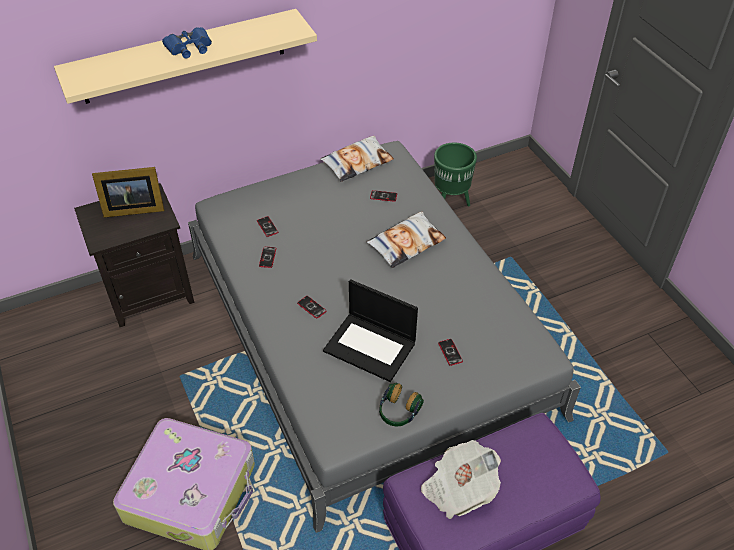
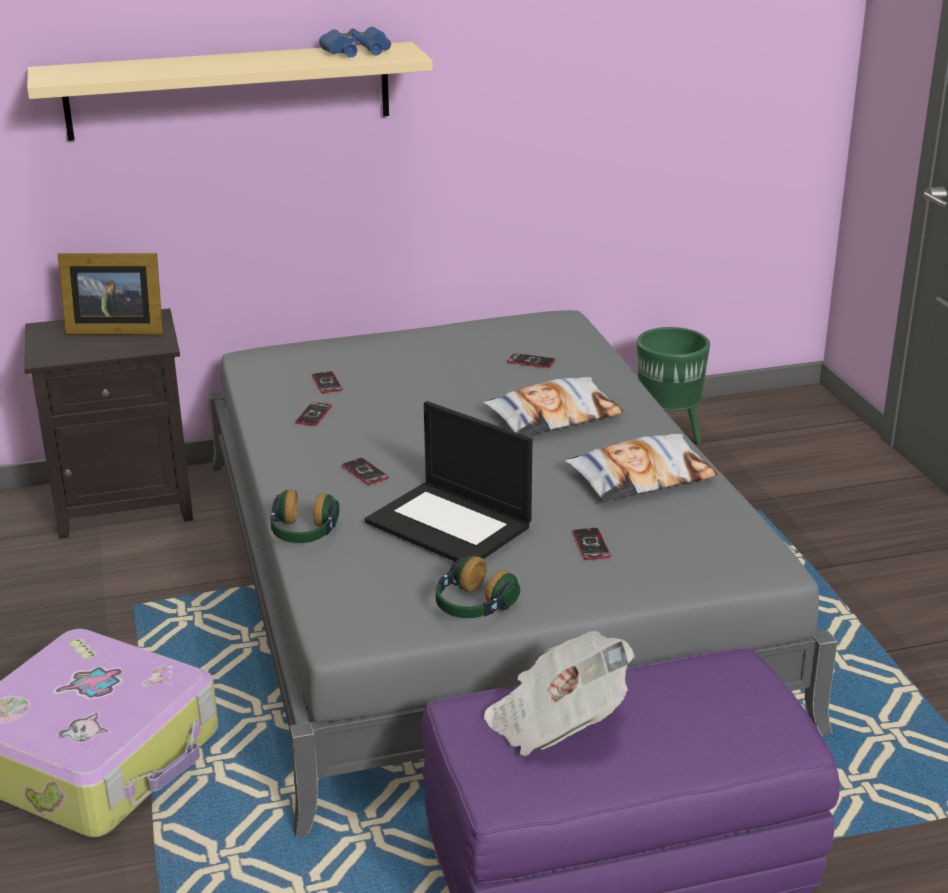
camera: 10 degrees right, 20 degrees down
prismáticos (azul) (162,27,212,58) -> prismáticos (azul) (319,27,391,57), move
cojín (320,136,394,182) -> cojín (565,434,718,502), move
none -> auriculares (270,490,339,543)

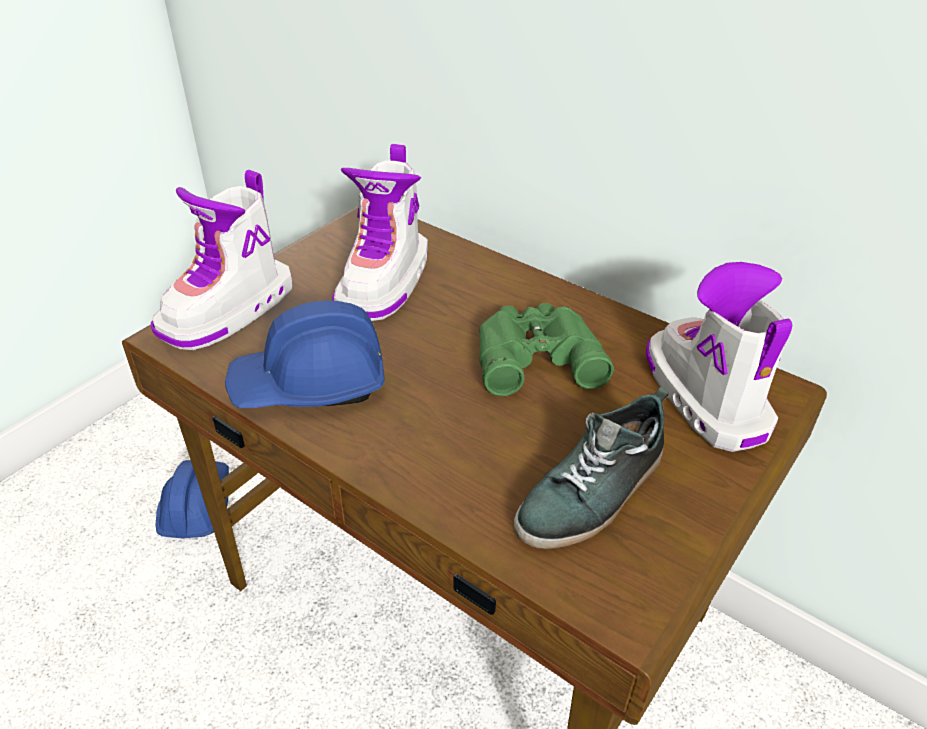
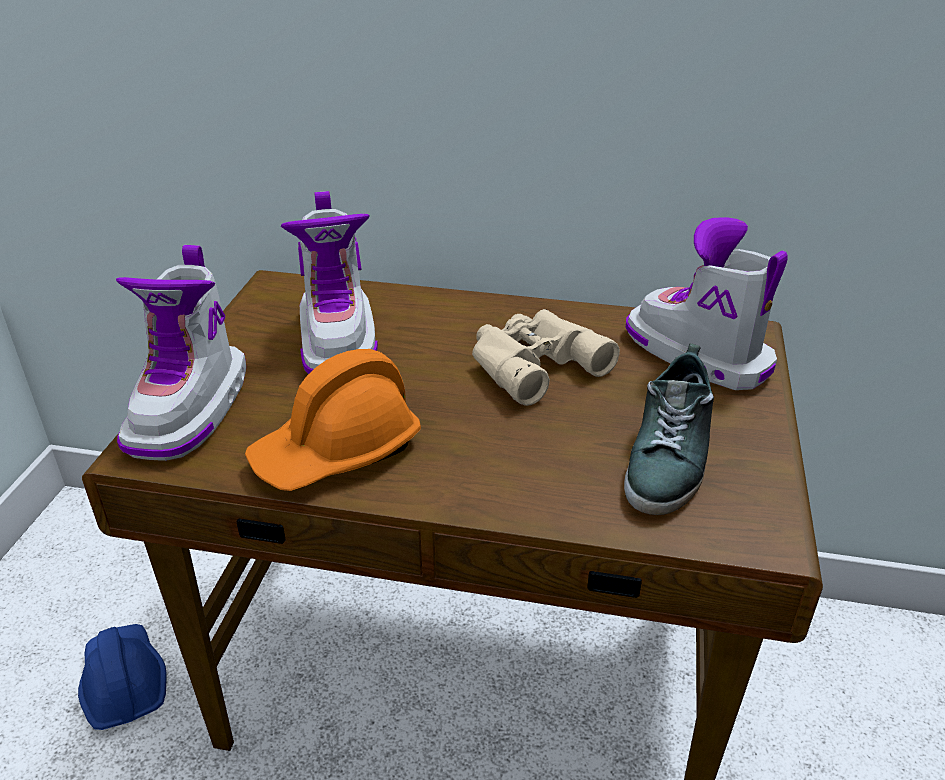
camera: 25 degrees left, 5 degrees down
casco (azul) (225,301,385,408) -> casco (naranja) (245,349,421,491)
prismáticos (verde) (479,303,614,396) -> prismáticos (beis) (472,309,620,406)

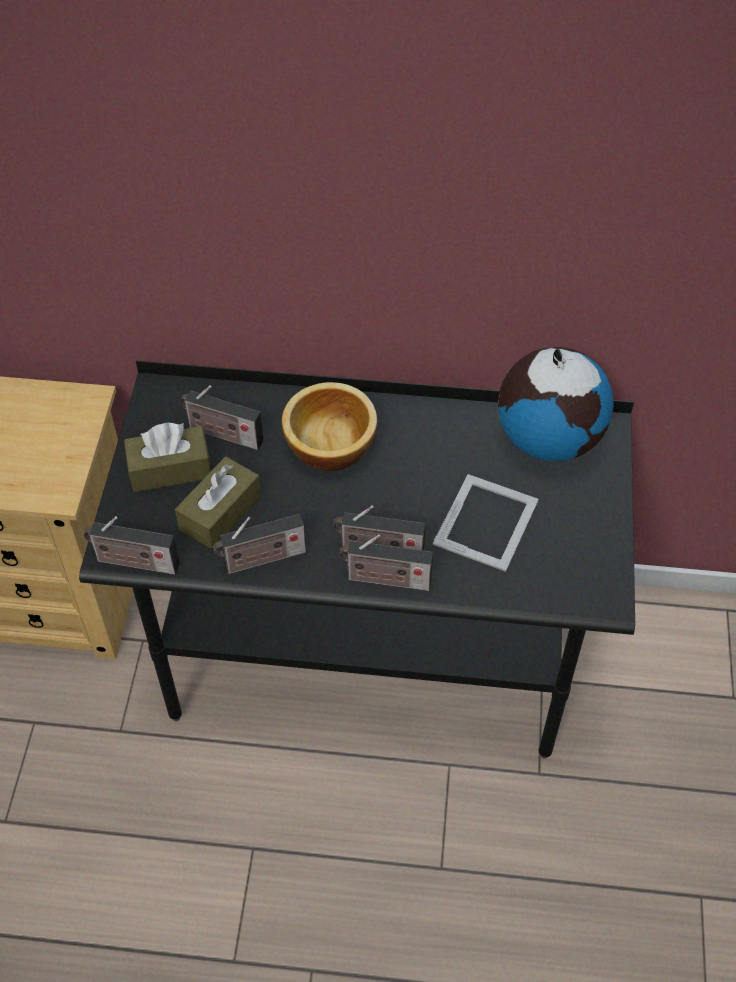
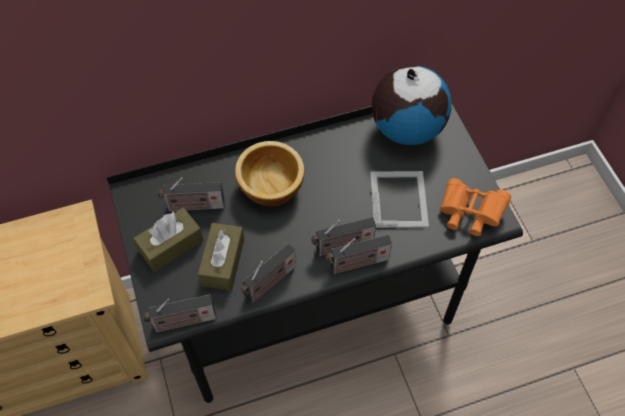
camera: 25 degrees left, 5 degrees up
none -> prismáticos (naranja) (440,178,511,236)

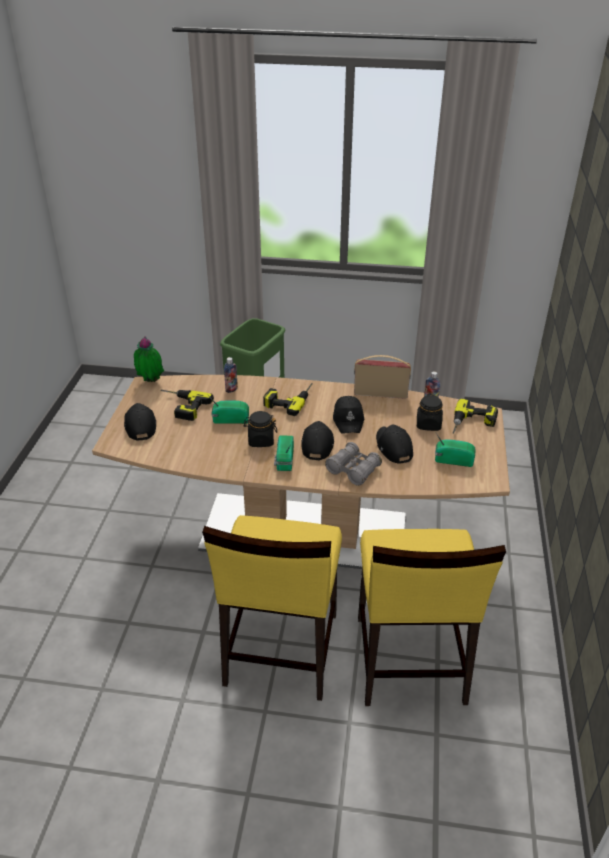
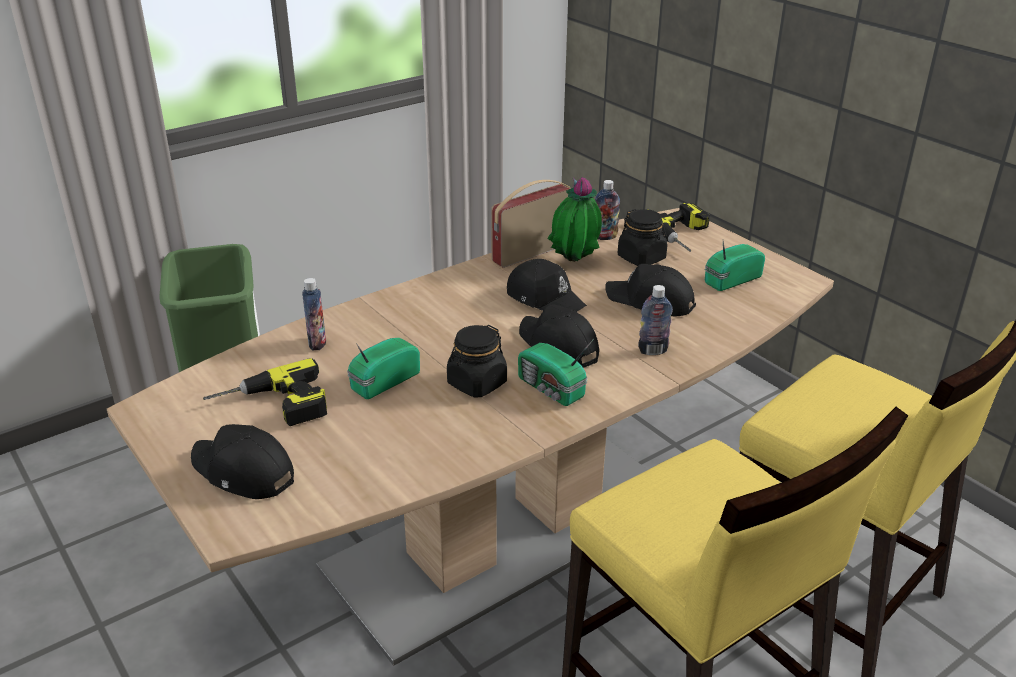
camera: 45 degrees left, 5 degrees down
planta en maceta (134,336,164,382) -> planta en maceta (547,177,602,262), move
taladro (263,383,312,416) -> none
prismáticos (gris) (325,442,382,486) -> botella (638,285,673,355)

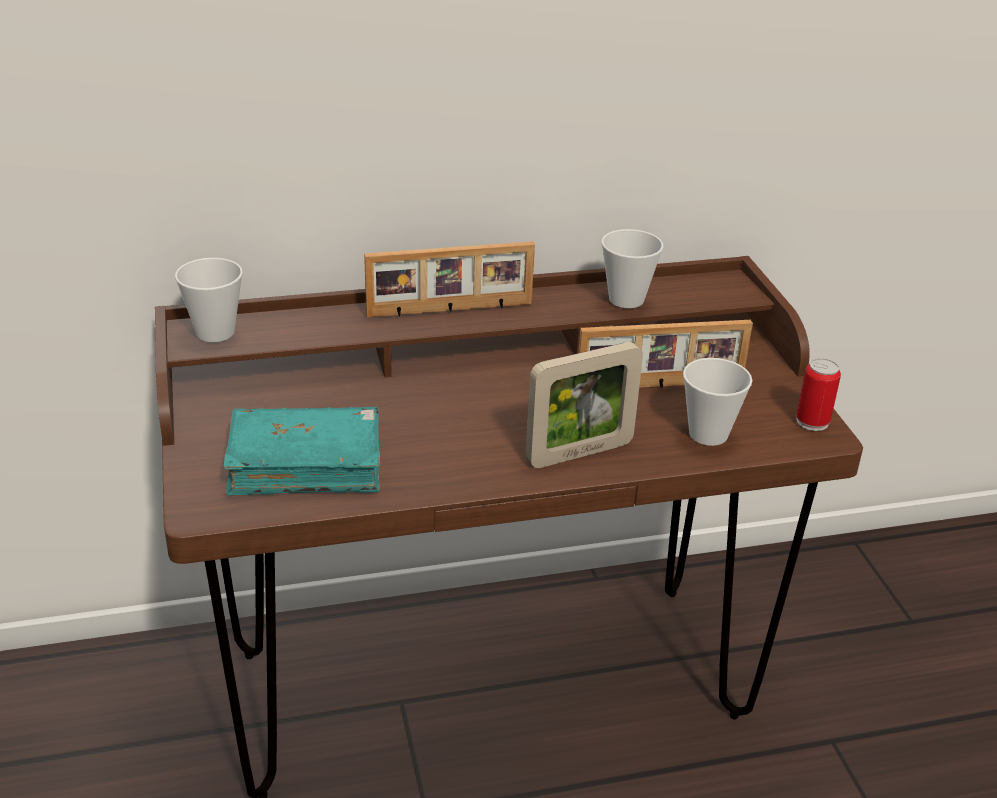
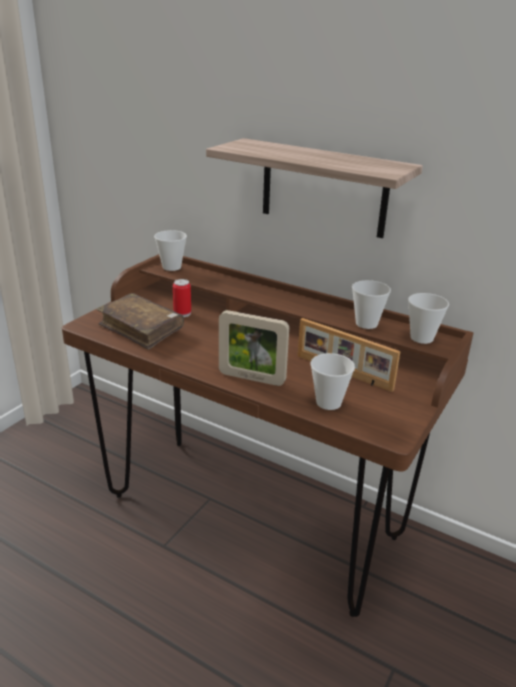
camera: 45 degrees right, 5 degrees down
portarretratos (364,242,535,317) -> none
lata (796,358,841,431) -> lata (173,279,191,317), move
libro (turquesa) (224,407,380,496) -> libro (marrón) (97,293,184,350)
none -> estante (206,138,423,238)
none -> taza (408,293,449,344)

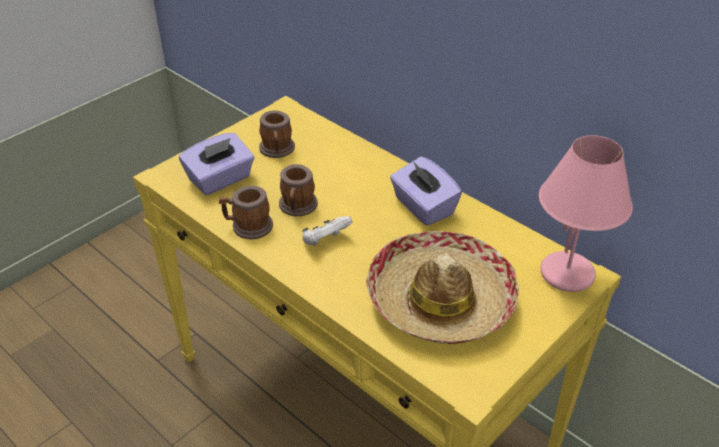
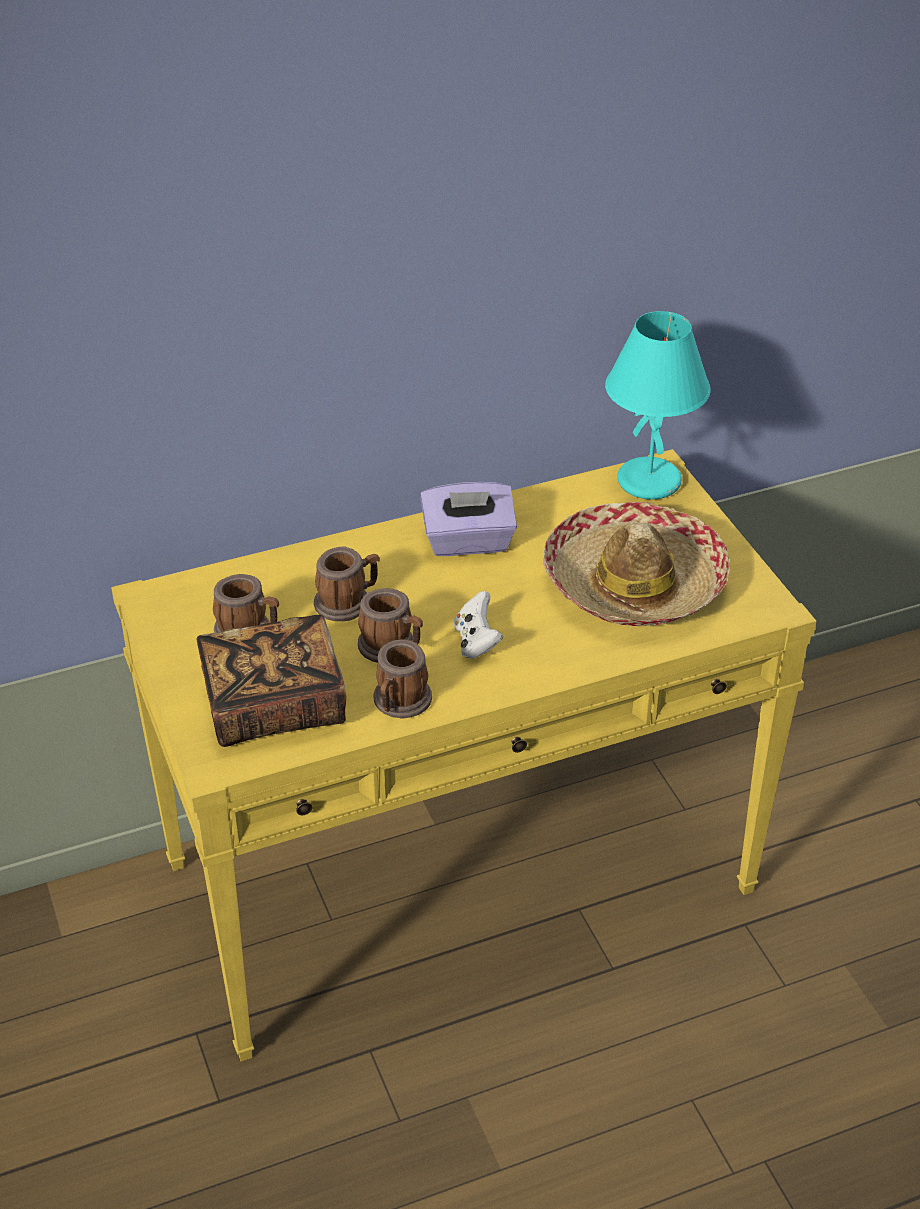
camera: 65 degrees left, 0 degrees up
caja de pañuelos (morado) (179,133,254,195) -> libro (197,615,346,747)
lámpara de mesa (rosa) (539,135,633,292) -> lámpara de mesa (turquesa) (605,311,711,499)
none -> taza grande (314,547,380,621)

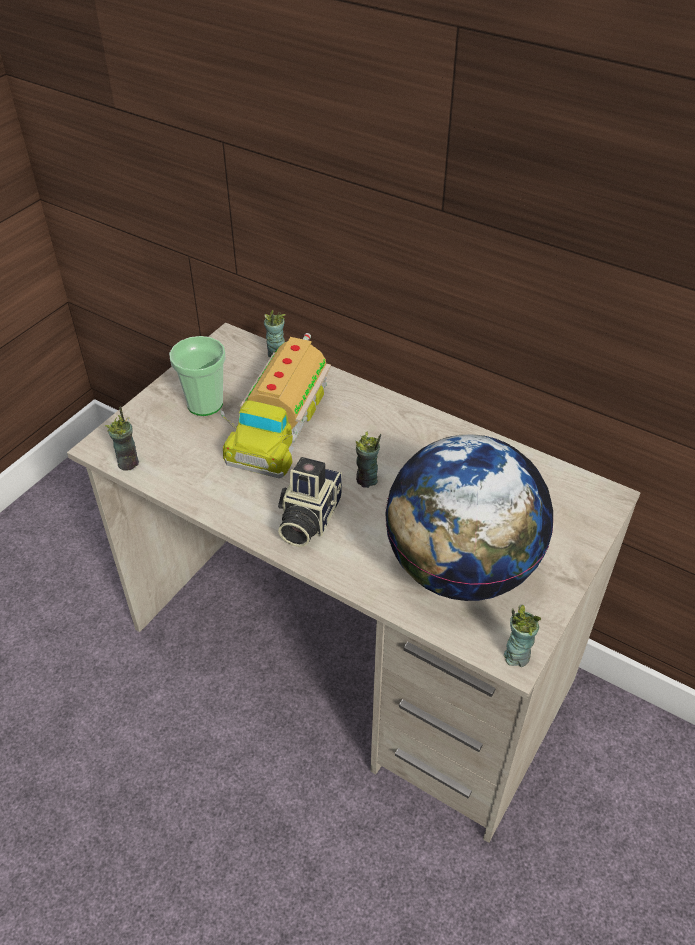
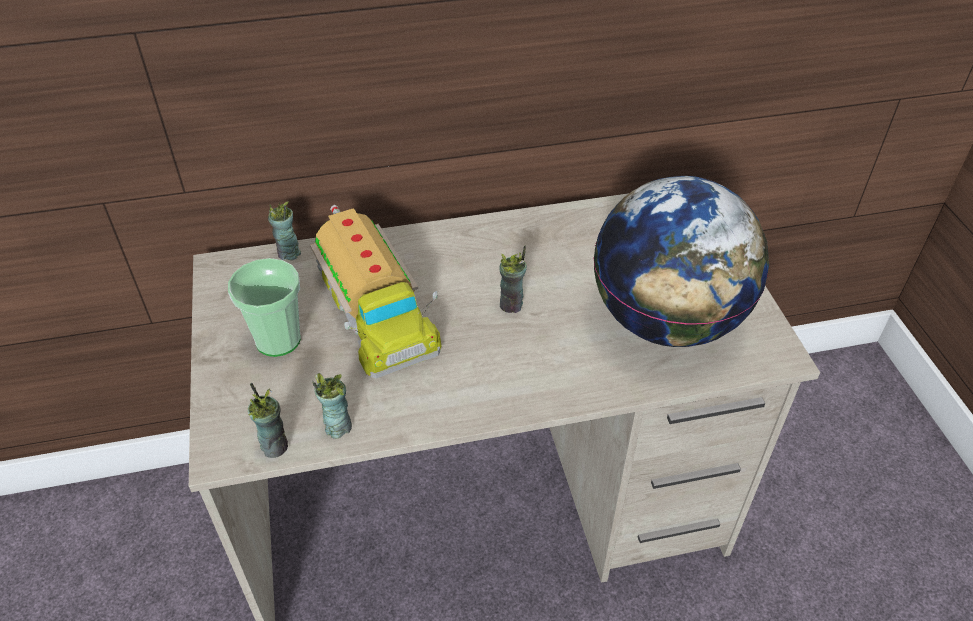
camera: 45 degrees left, 0 degrees up
cámara (278,457,342,547) -> none
taza (504,605,541,667) -> taza (312,373,352,439), move

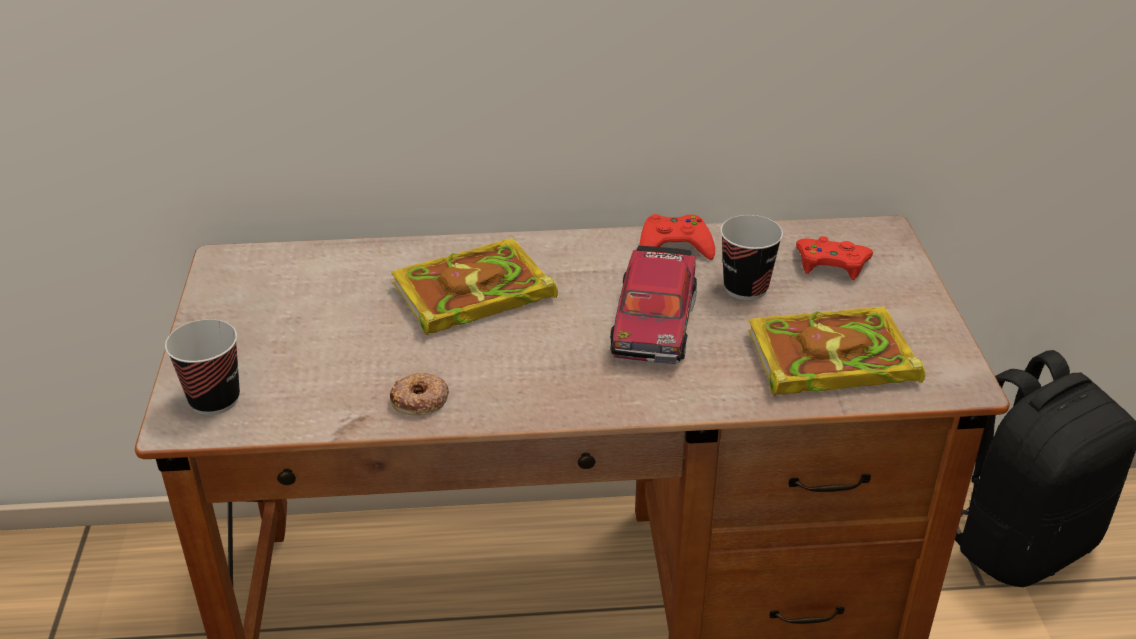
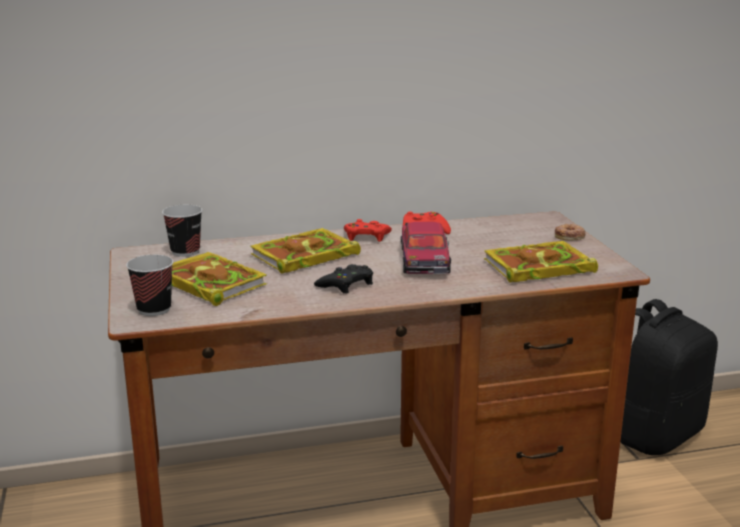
camera: 10 degrees left, 15 degrees down
taza (720,215,783,300) -> taza (162,205,202,257), move
mando de consola (rojo) (796,236,873,280) -> mando de consola (rojo) (344,219,392,242), move
rosquilla (390,372,449,415) -> rosquilla (555,224,586,240), move
none -> libro (172,252,267,306)
none -> mando de consola (negro) (314,264,373,294)

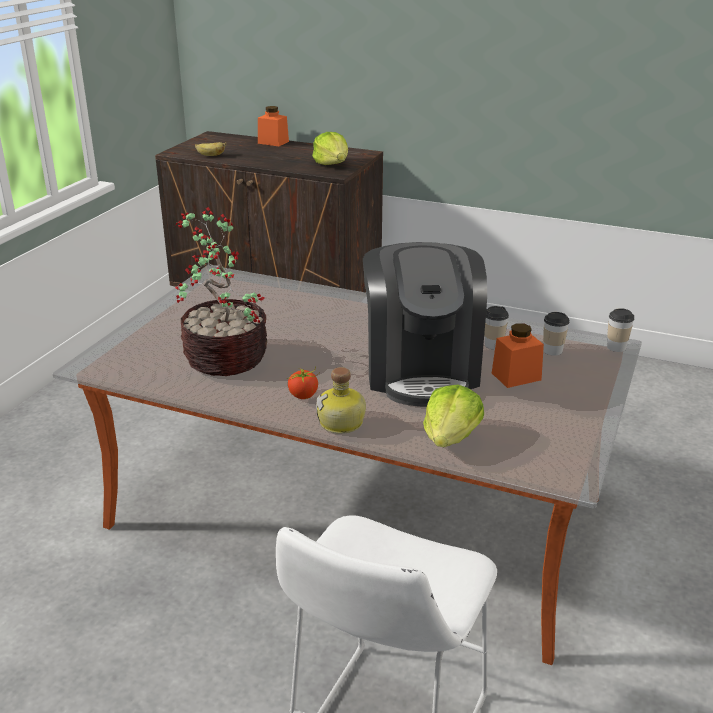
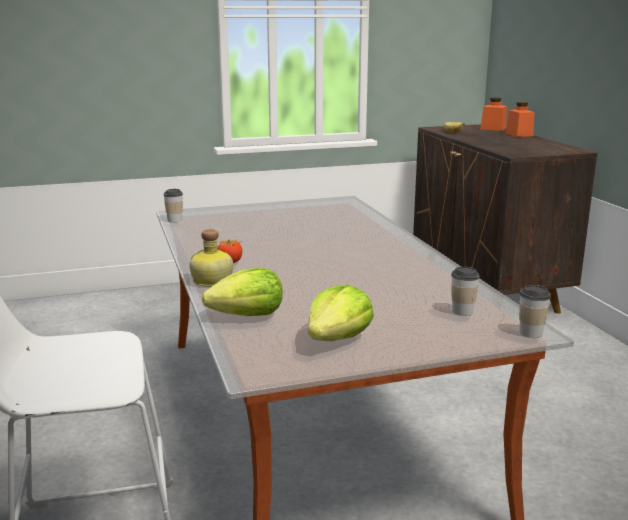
camera: 50 degrees right, 10 degrees down
lechuga (312,132,348,165) -> lechuga (308,285,374,341), move
planta en maceta (175,207,267,376) -> none
cafetera (363,242,487,407) -> none
taza (484,306,509,350) -> taza (163,189,183,222), move
tarro (naranja) (492,323,544,388) -> tarro (naranja) (481,98,507,131), move

